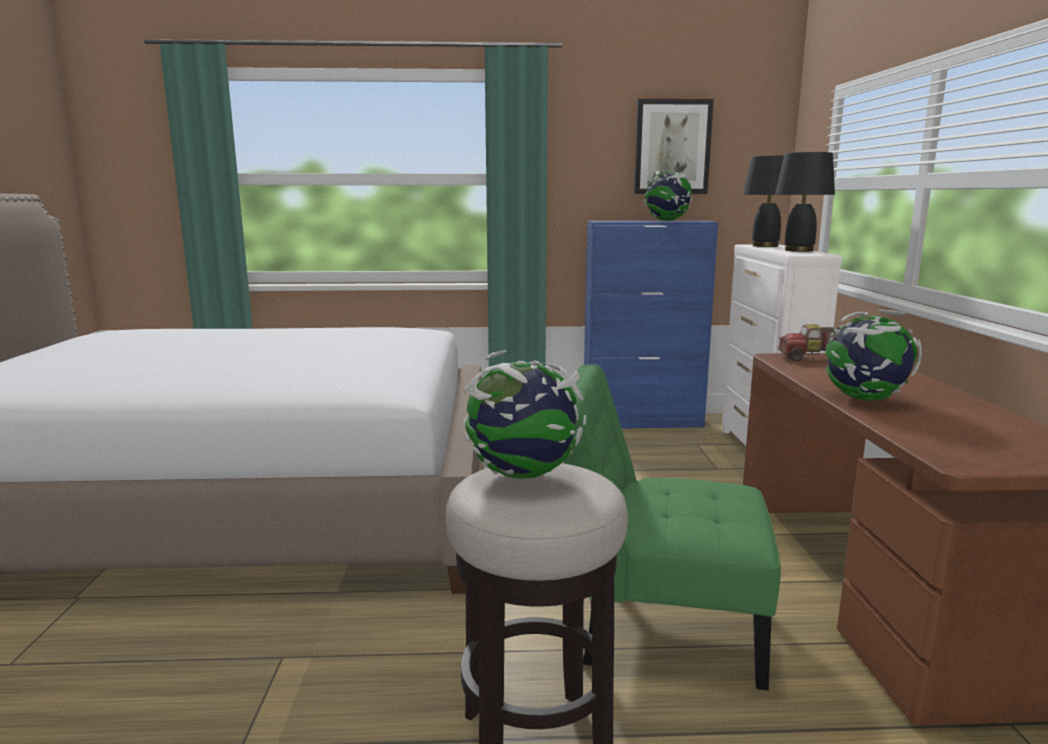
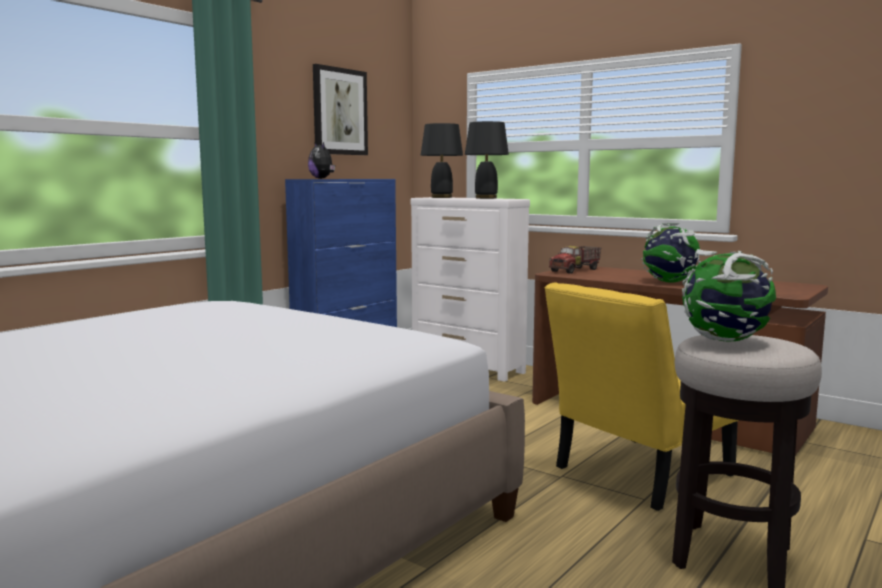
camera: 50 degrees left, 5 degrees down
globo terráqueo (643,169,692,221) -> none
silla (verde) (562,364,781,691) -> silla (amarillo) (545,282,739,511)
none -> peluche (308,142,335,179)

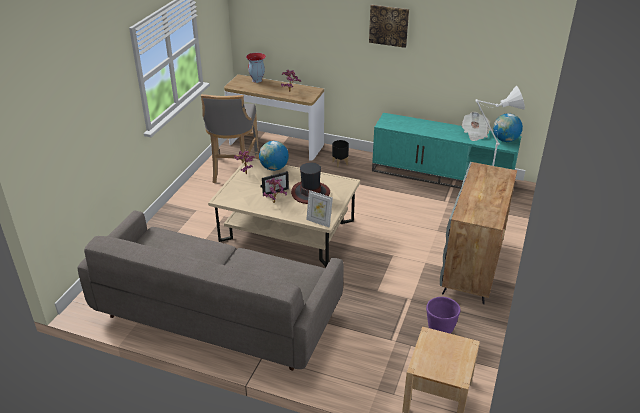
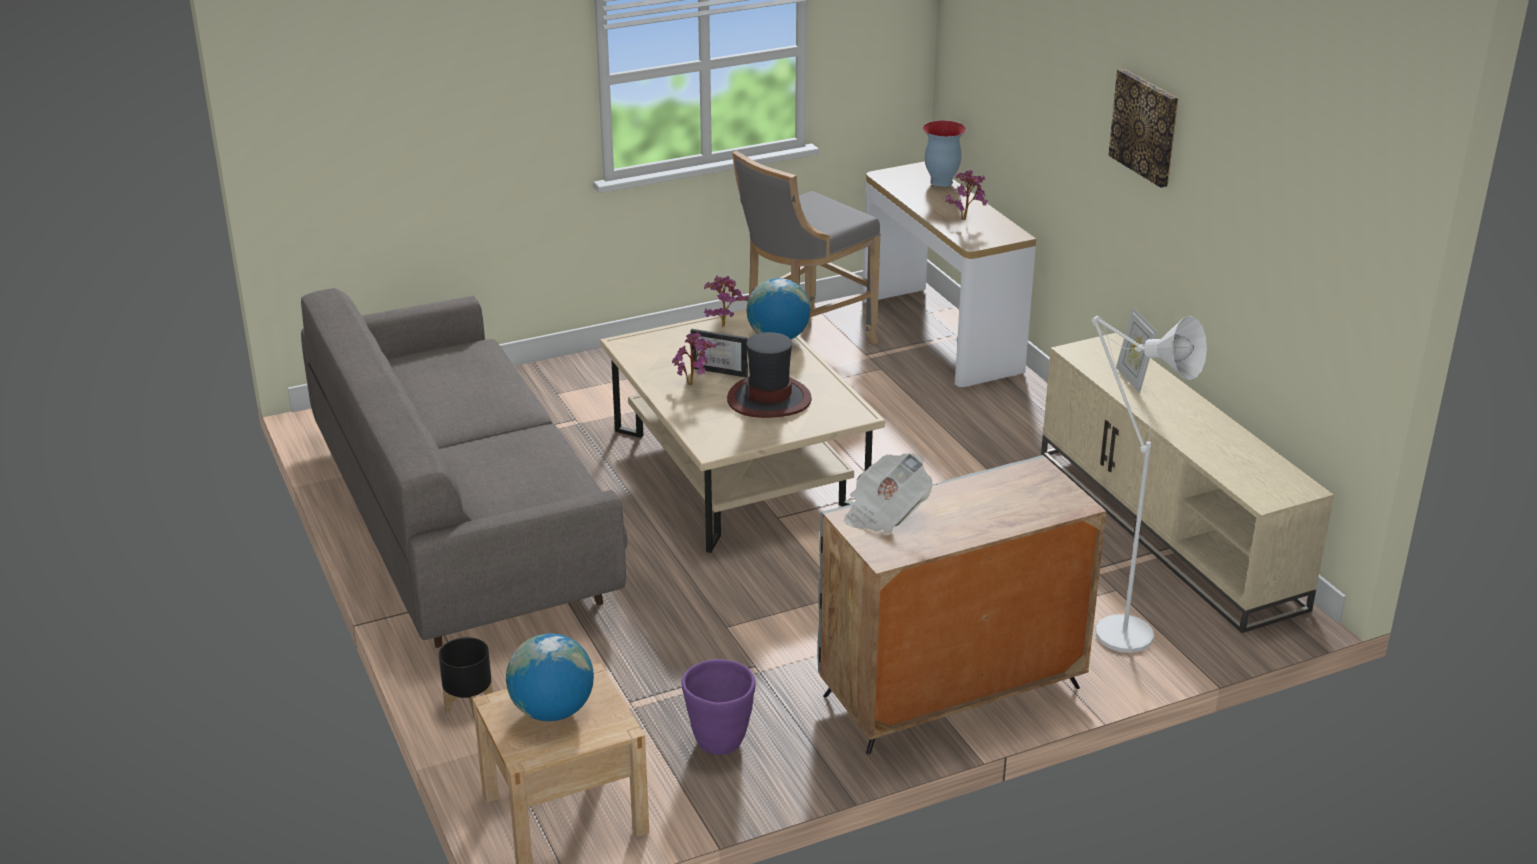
camera: 45 degrees right, 5 degrees down
periódico (462,112,490,141) -> periódico (844,453,933,533), move
mueble de televisión (turquesa) (372,113,522,189) -> mueble de televisión (beis) (1041,333,1334,633)
globo terráqueo (493,113,523,142) -> globo terráqueo (506,633,594,721), move
maceta (negro) (332,140,349,168) -> maceta (negro) (439,637,493,720), move
portarretratos (306,190,333,228) -> portarretratos (1116,307,1158,393), move

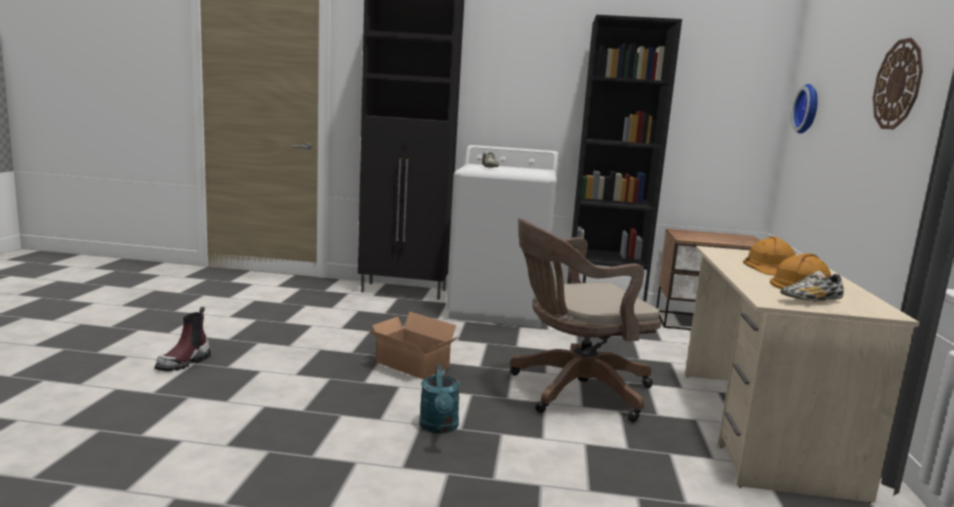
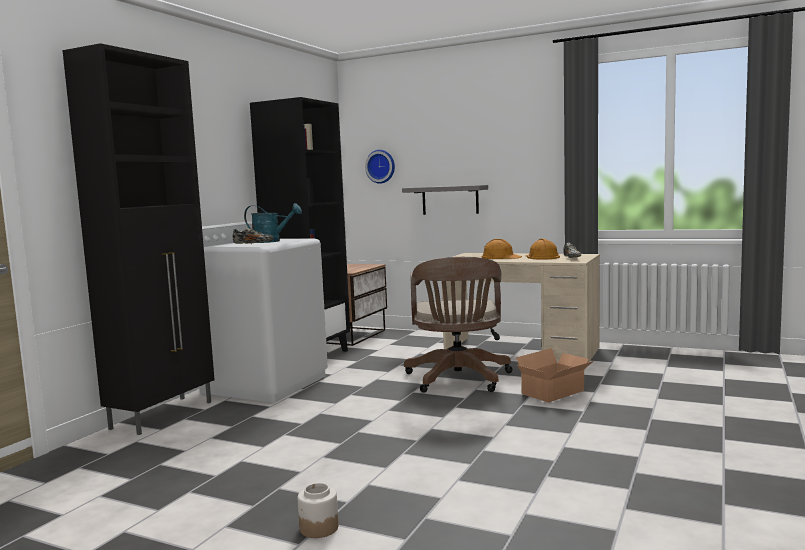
camera: 70 degrees left, 5 degrees down
reloj de pared (873,38,923,130) -> none
bota (155,307,211,371) -> tarro (298,483,338,538)
caja de cartón (368,311,459,379) -> caja de cartón (516,348,593,403), move
regadera (turquesa) (419,364,460,434) -> regadera (turquesa) (244,203,302,243), move
none -> estante (gris) (402,185,488,215)

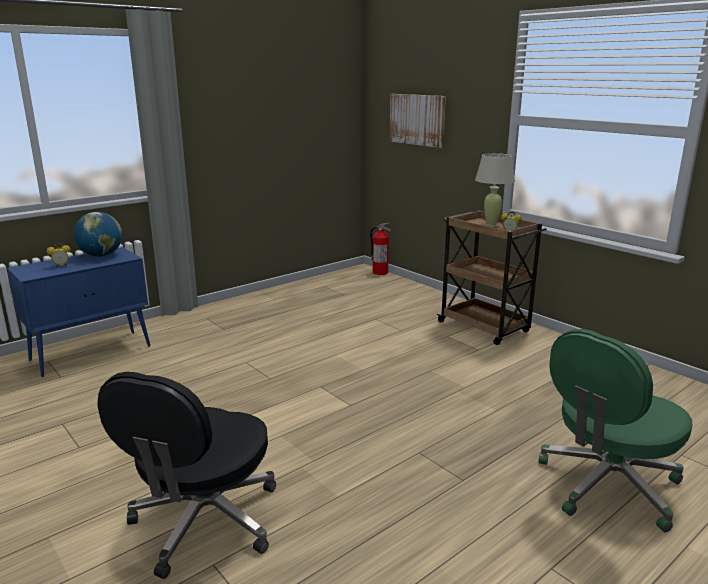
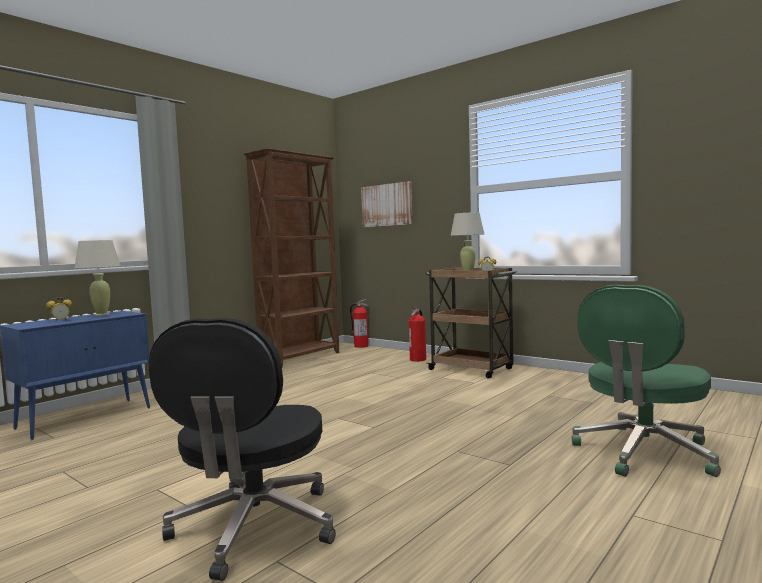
camera: 10 degrees left, 15 degrees down
globo terráqueo (74,212,122,257) -> lámpara de mesa (beis) (74,240,121,316)
none -> estantería (marrón) (244,148,339,367)
none -> extintor (409,306,426,362)

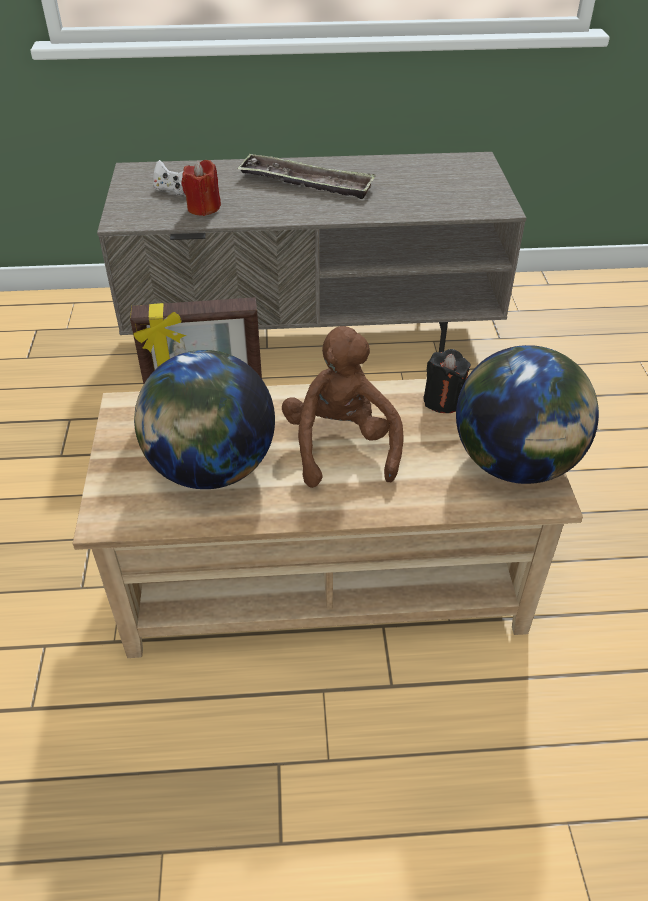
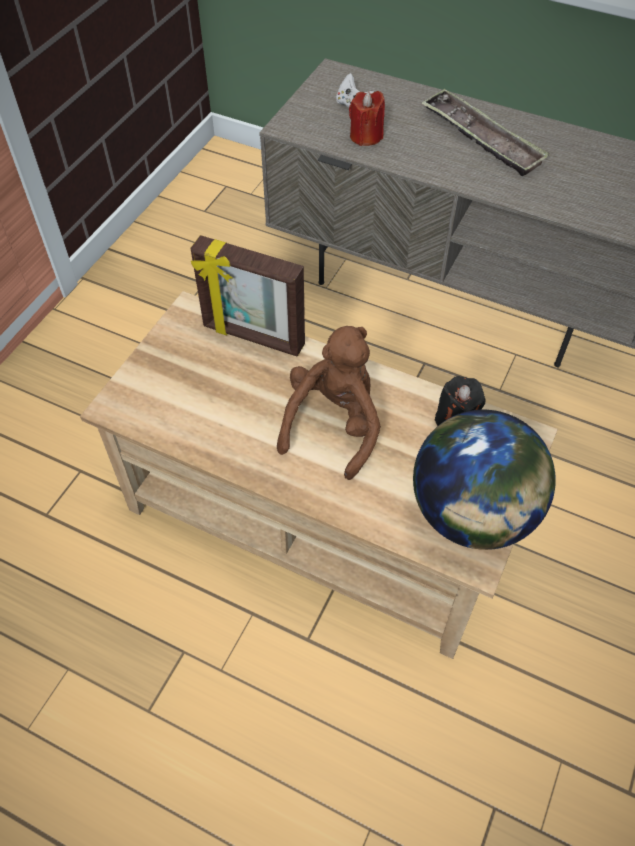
camera: 30 degrees right, 10 degrees up
globo terráqueo (134,350,275,489) -> none

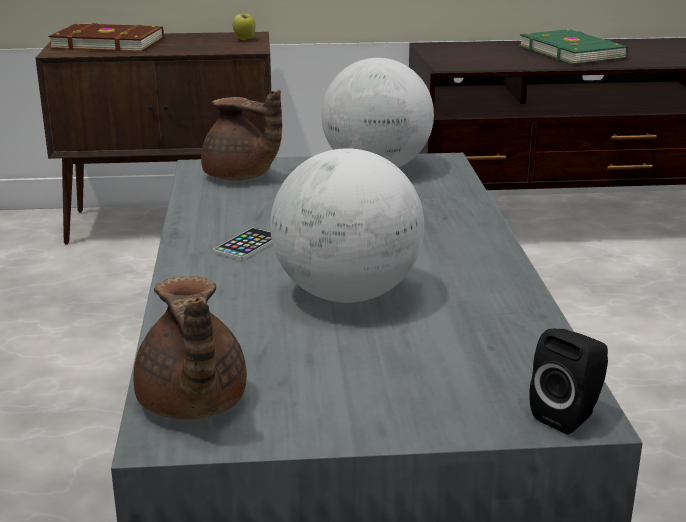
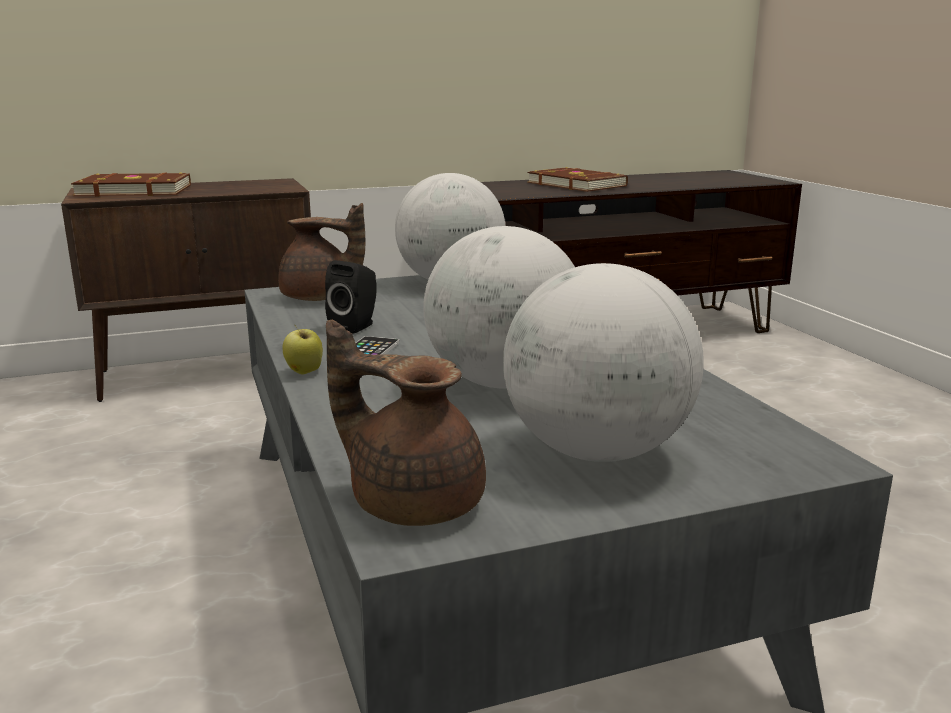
camera: 15 degrees left, 5 degrees down
manzana (233,14,255,40) -> manzana (283,325,323,375), move
libro (verde) (519,29,629,64) -> libro (marrón) (527,167,628,192)
tetera (marrón) (133,276,247,419) -> tetera (marrón) (326,320,486,526), 150 degrees clockwise
altavoz (negro) (529,329,608,435) -> altavoz (negro) (325,260,377,333), move
none -> globo terráqueo (503,263,704,462)

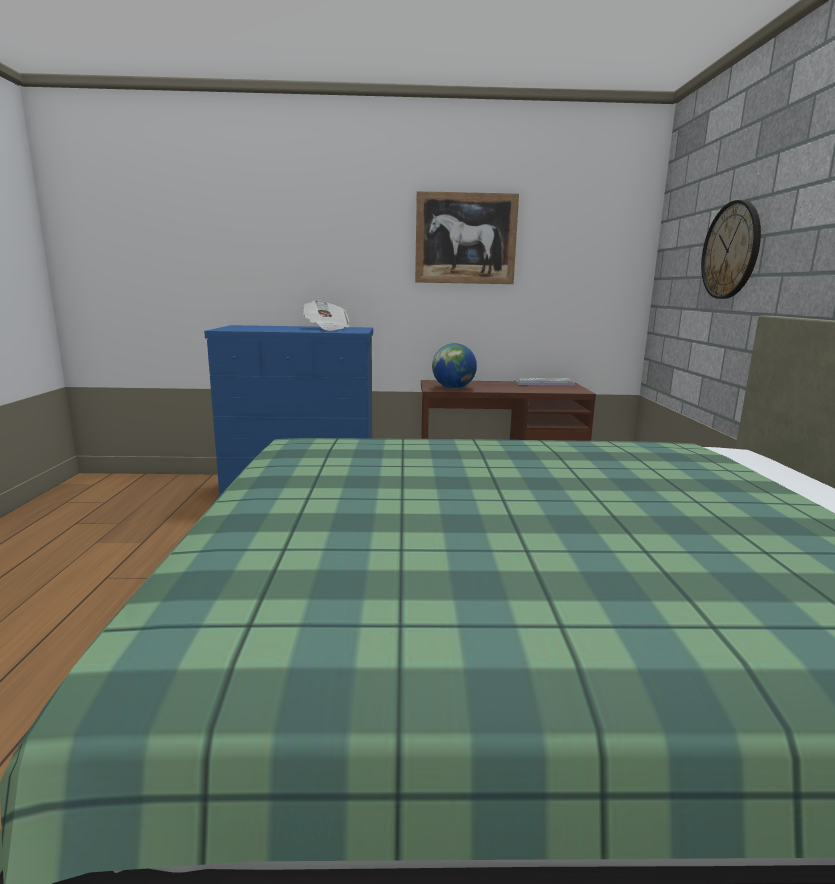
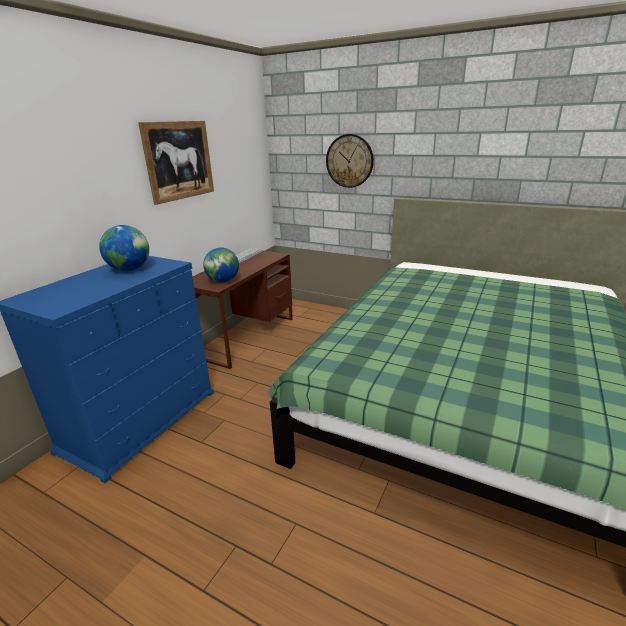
camera: 60 degrees left, 10 degrees up
periódico (303,300,350,331) -> globo terráqueo (99,225,149,271)

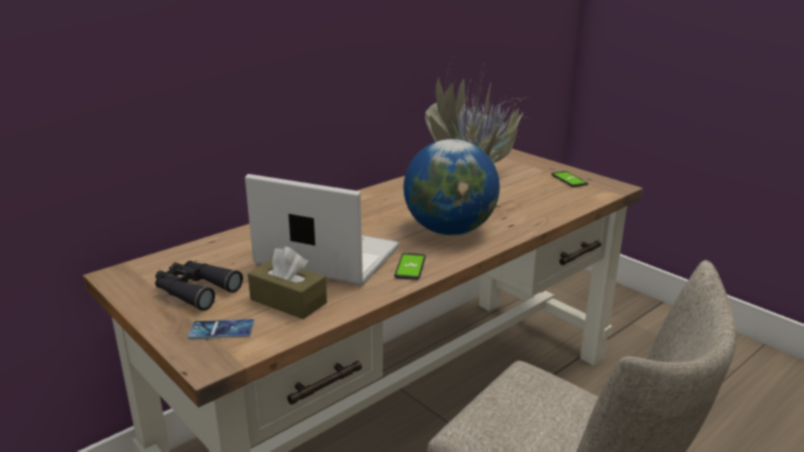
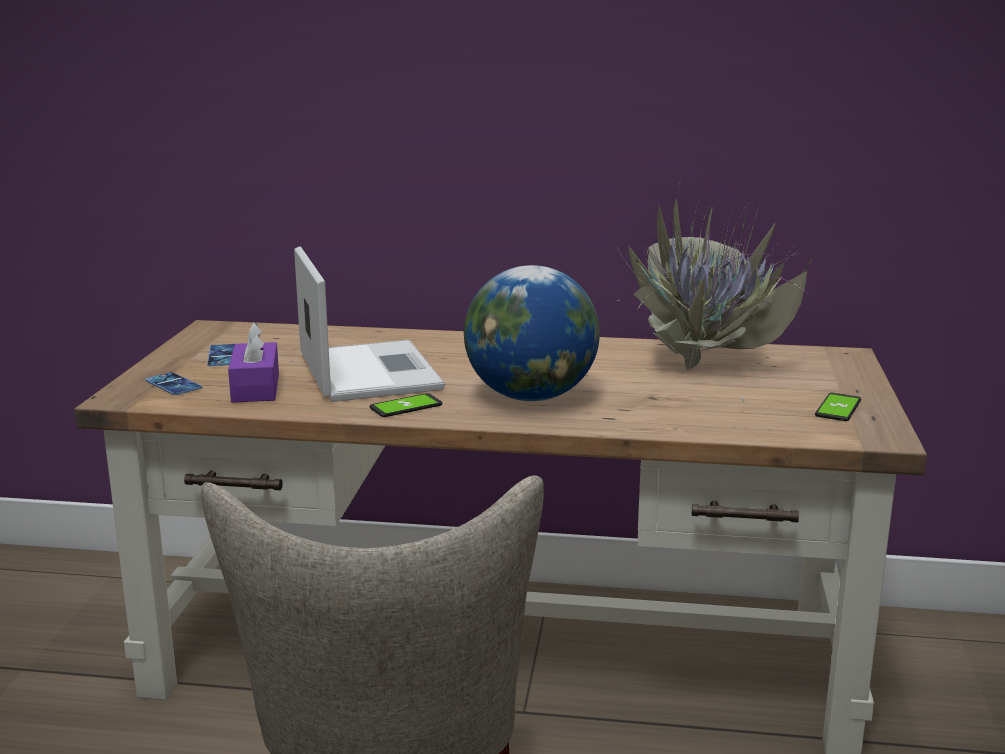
camera: 50 degrees right, 5 degrees down
caja de pañuelos (marrón) (248,247,327,319) -> caja de pañuelos (morado) (228,322,279,403)
prismáticos (negro) (155,261,243,311) -> móvil (207,344,235,366)

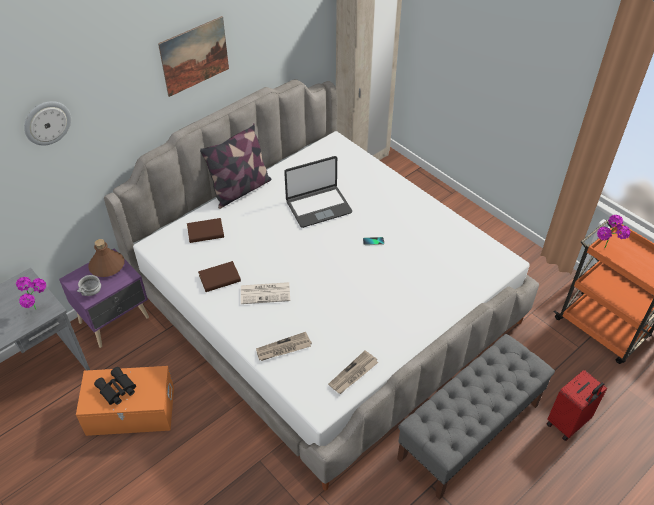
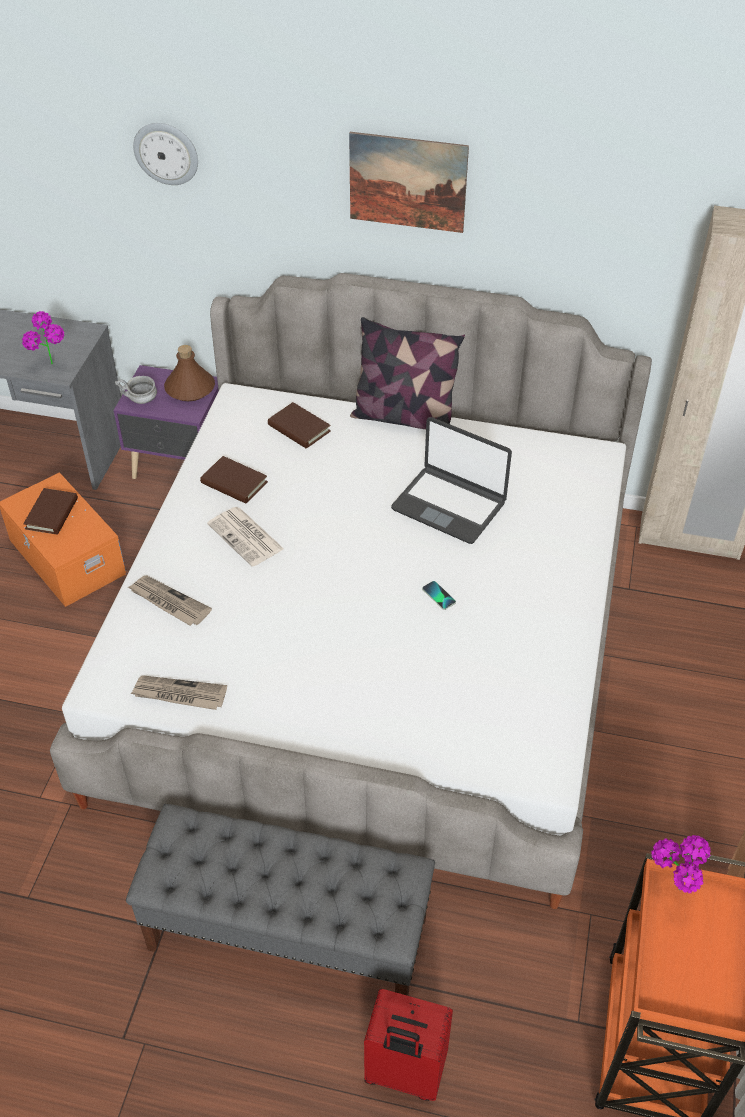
camera: 55 degrees right, 0 degrees up
prismáticos (negro) (94,367,136,405) -> libro (marrón) (23,488,78,535)

